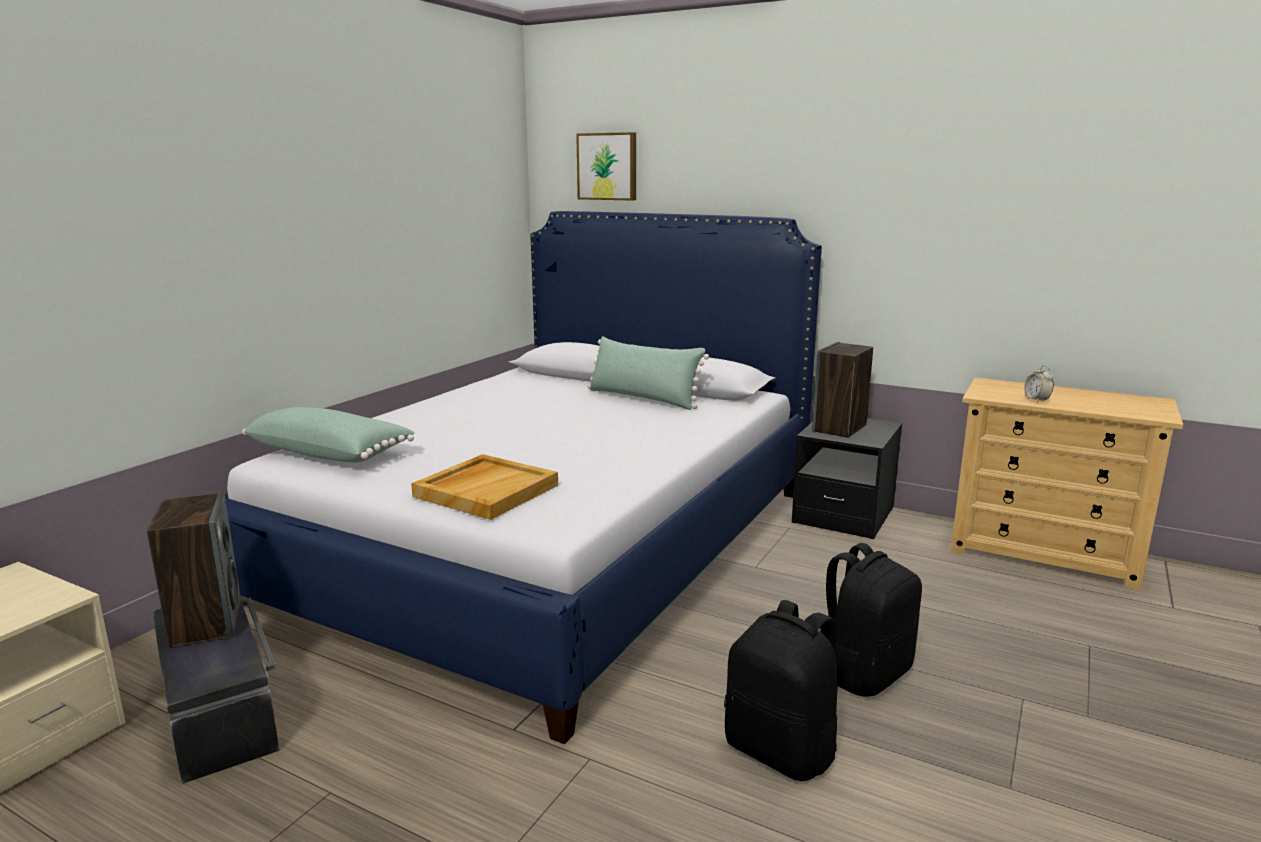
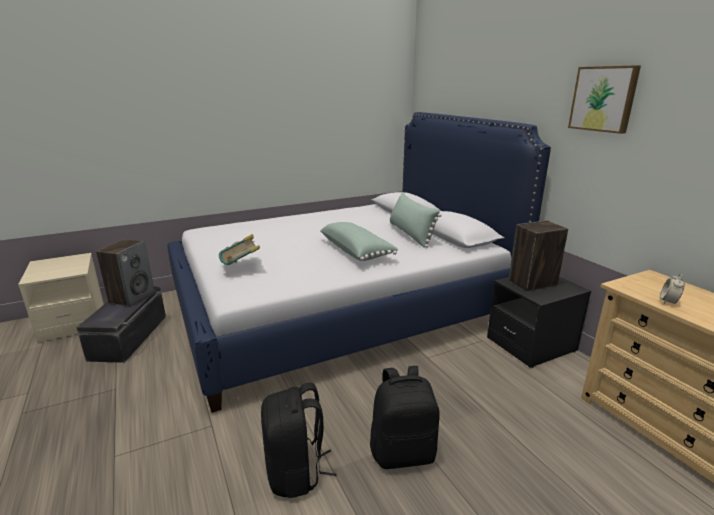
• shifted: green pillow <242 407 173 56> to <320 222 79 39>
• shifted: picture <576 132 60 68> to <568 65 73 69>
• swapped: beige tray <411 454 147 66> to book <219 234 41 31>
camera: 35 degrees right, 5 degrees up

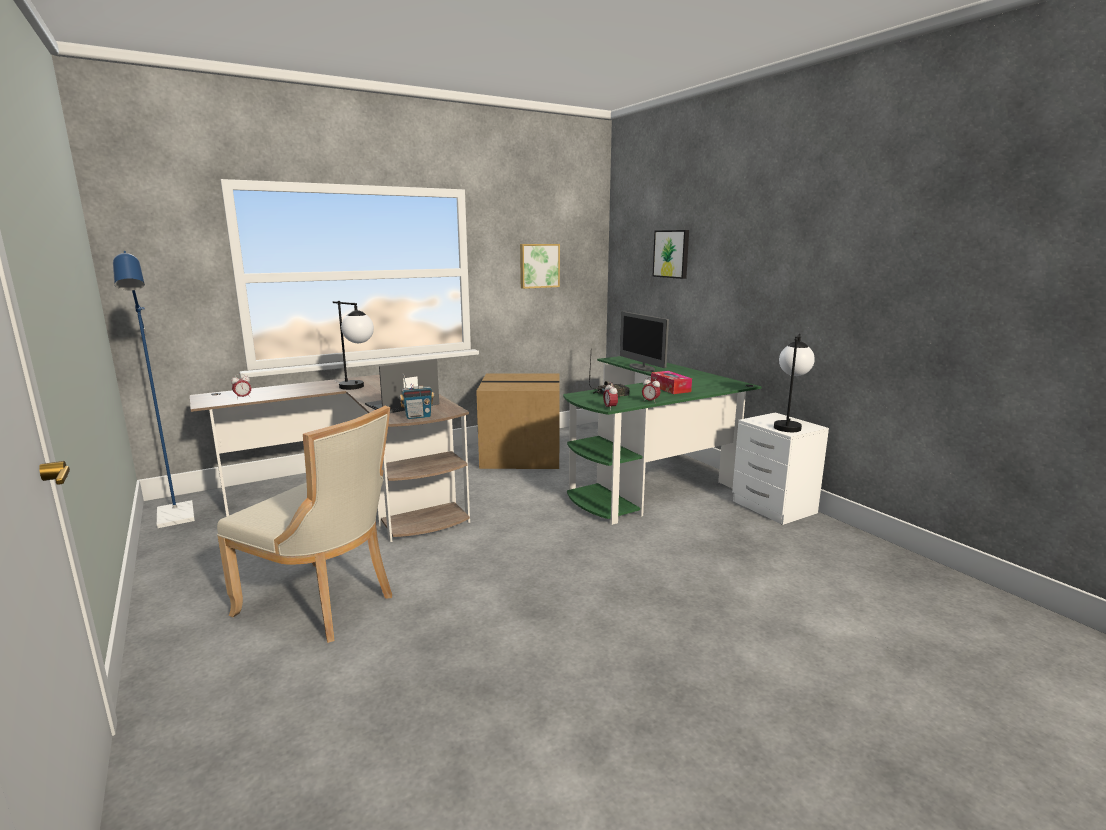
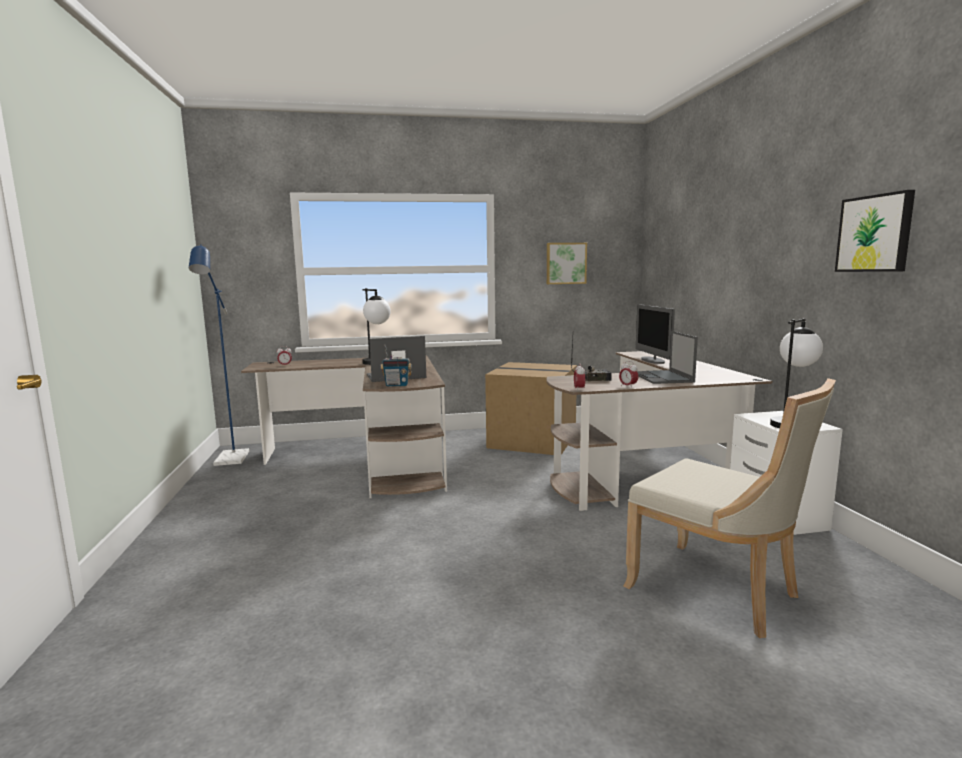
• shifted: beige chair <217 406 175 237> to <623 378 213 260>
• shifted: picture <652 230 37 49> to <835 190 80 82>
• swapped: tissue box <651 371 41 23> to laptop <637 331 61 53>
• repainted: green desk <563 356 199 169> to brown desk <547 351 225 160>
camera: 20 degrees right, 5 degrees down

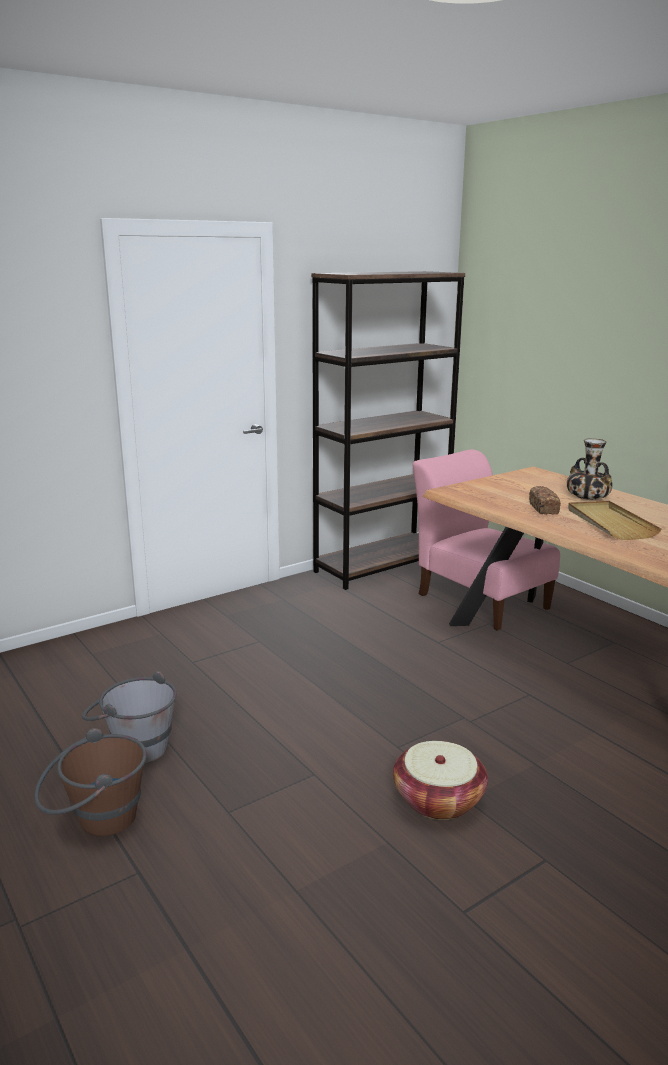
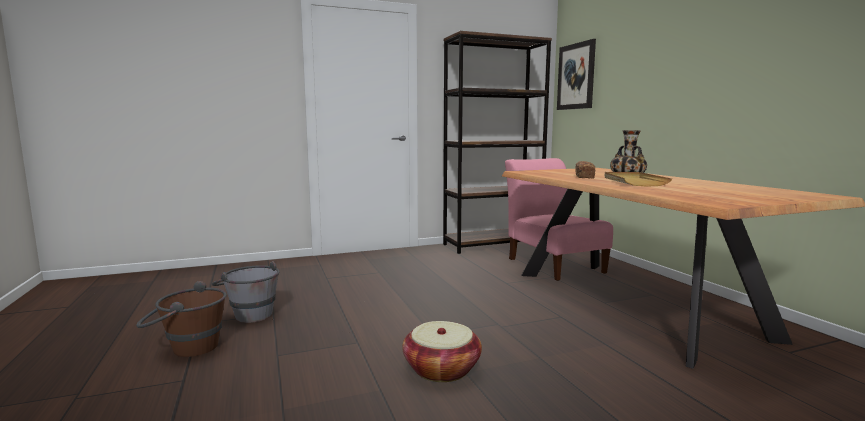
• new: picture <557 39 39 71>
camera: 15 degrees right, 10 degrees down

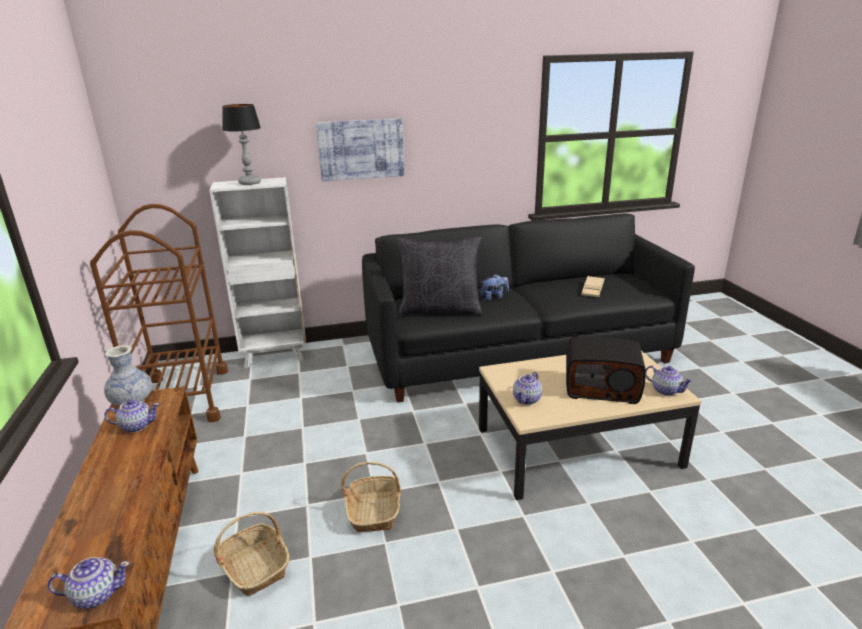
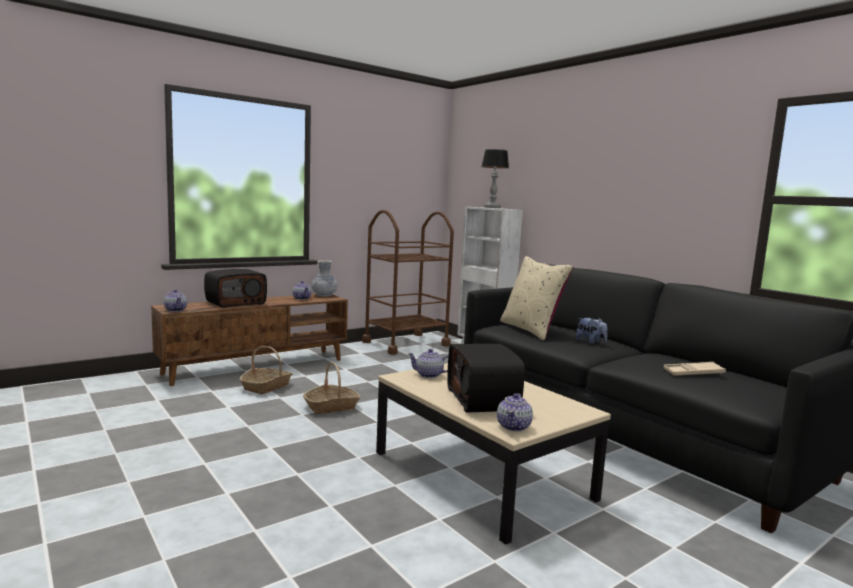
• gone: picture <316 118 88 64>
• new: radio <204 269 63 39>
• repainted: black pillow <398 237 84 78> to beige pillow <500 256 74 84>
camera: 65 degrees right, 15 degrees down

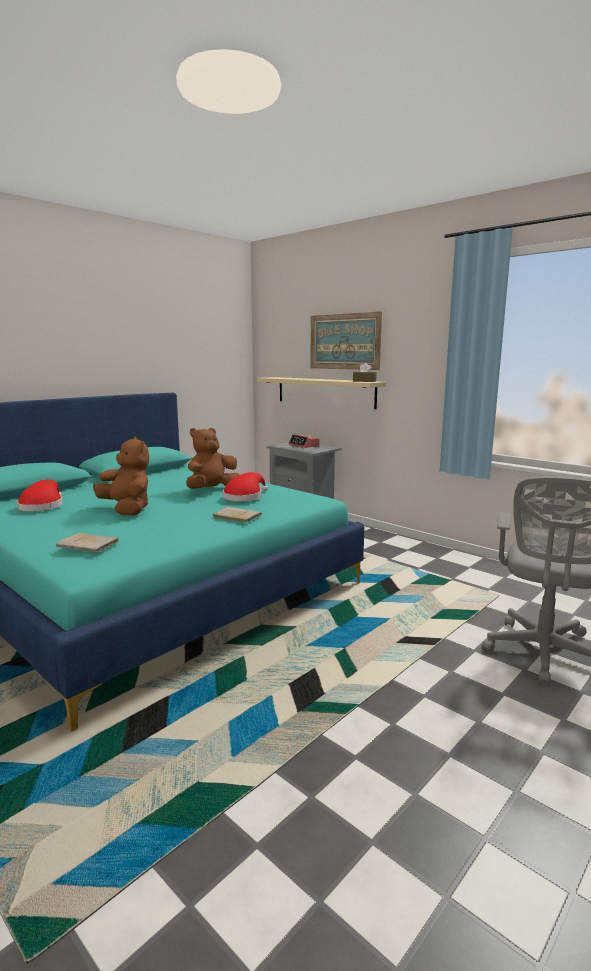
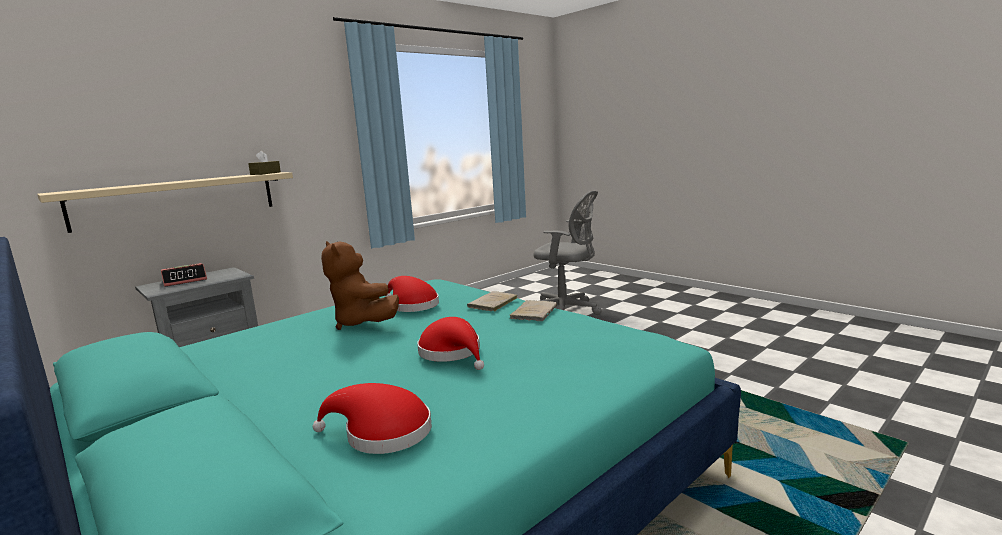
• gone: picture <310 311 72 59>
• shifted: beige book <56 533 64 19> to <509 300 48 21>
• swapped: brown plush toy <93 436 56 80> to red hat <417 317 67 53>
camera: 85 degrees left, 0 degrees up

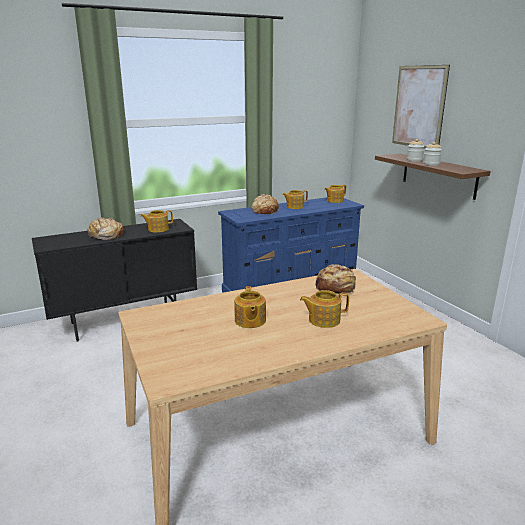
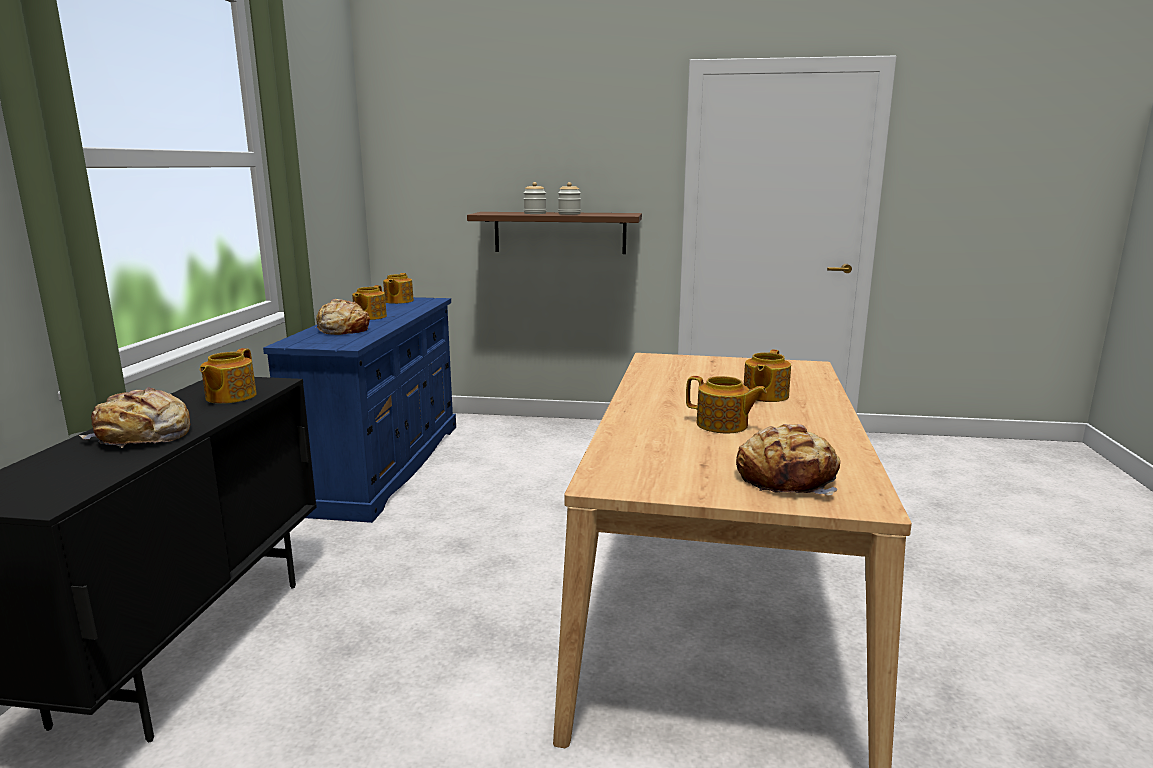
• gone: picture <392 65 58 84>
• shifted: bread <315 264 41 30> to <736 424 104 71>
camera: 55 degrees left, 5 degrees down

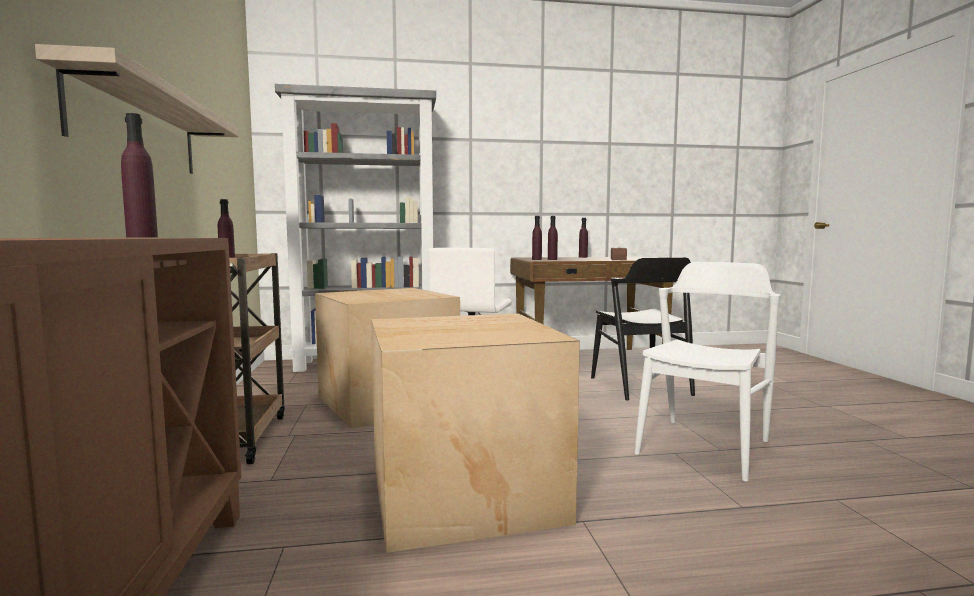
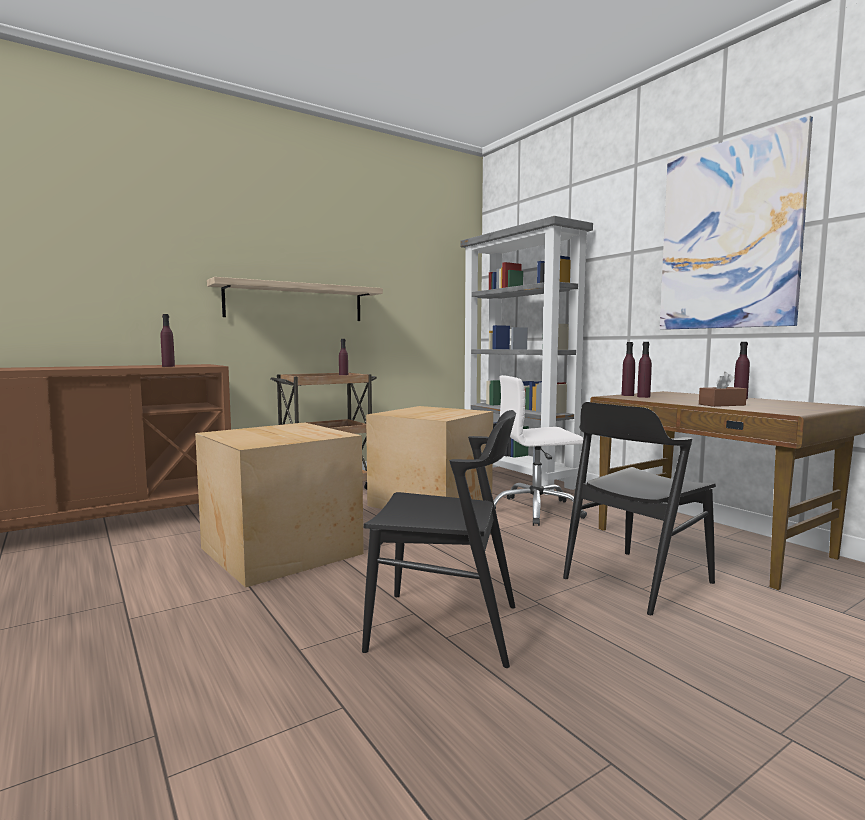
• new: picture <660 115 153 215>
• repainted: white chair <634 262 147 220> to black chair <362 410 154 258>
camera: 65 degrees right, 0 degrees up

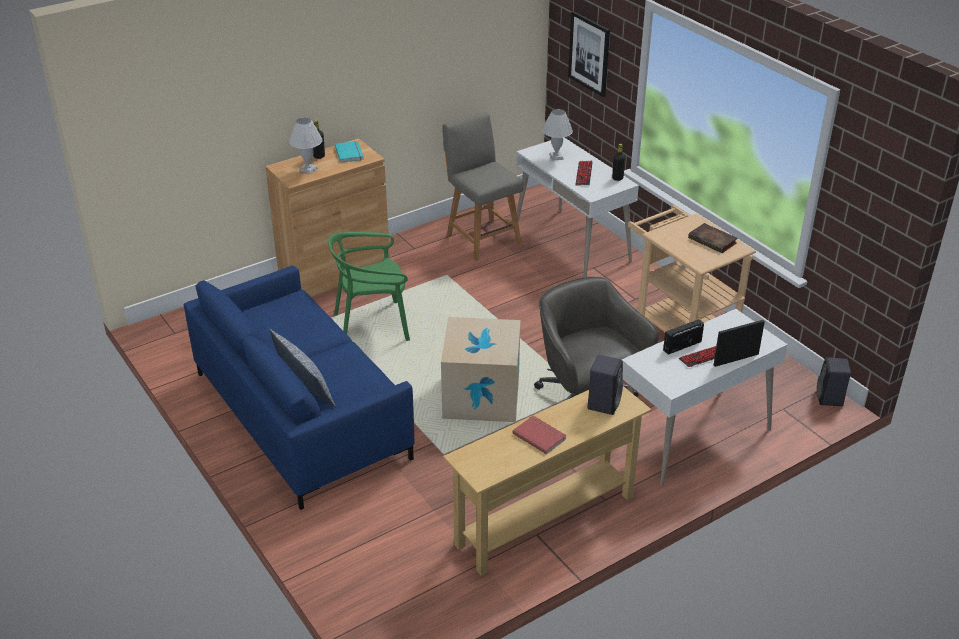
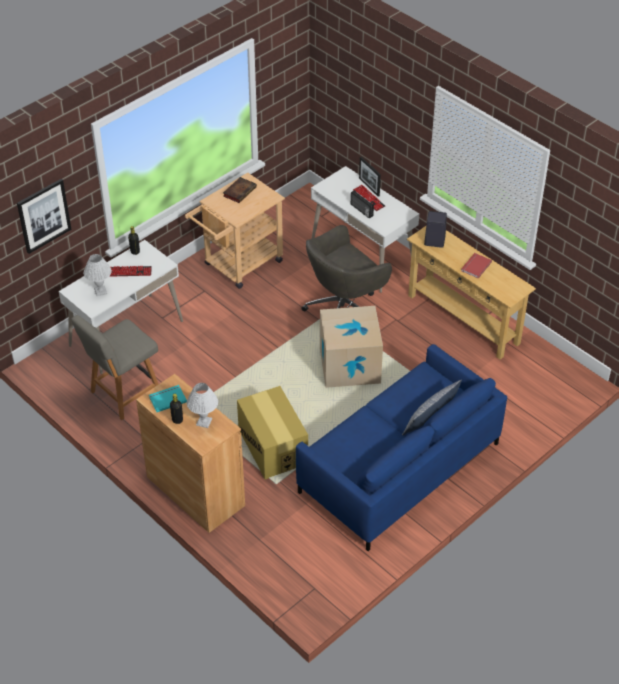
• gone: black speaker <817 357 34 49>
• swapped: green chair <328 232 82 109> to cardboard box <237 386 71 93>
camera: 100 degrees left, 10 degrees up

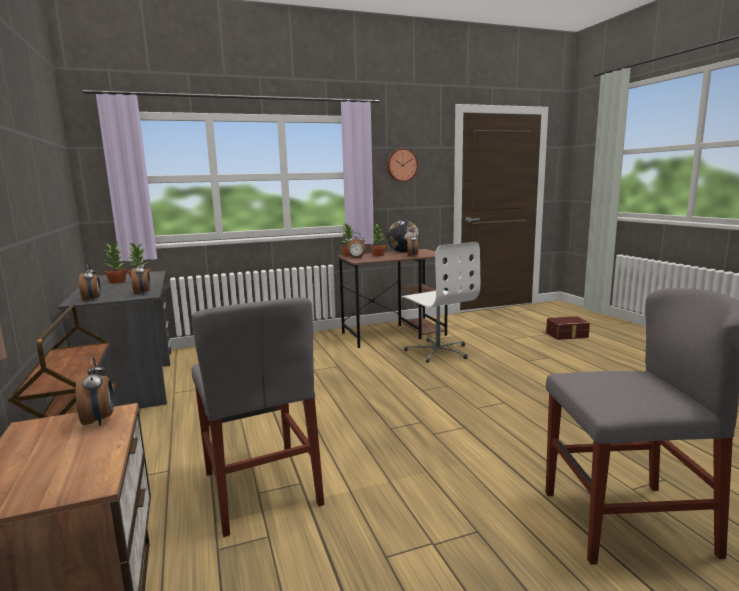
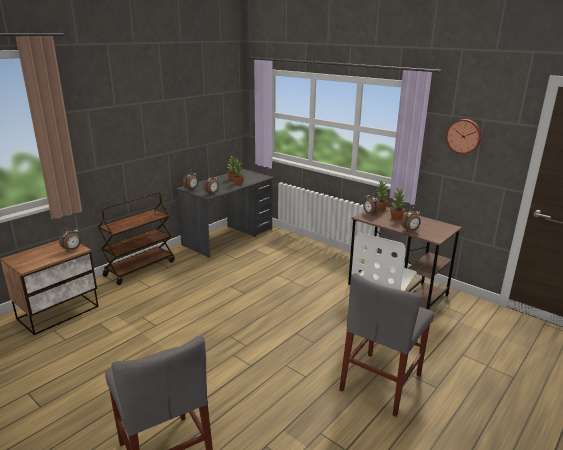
• gone: globe <387 220 32 32>
• gone: brown storage box <546 316 44 24>
• shifted: grey chair <192 297 132 240> to <339 273 95 144>
camera: 60 degrees right, 10 degrees up

